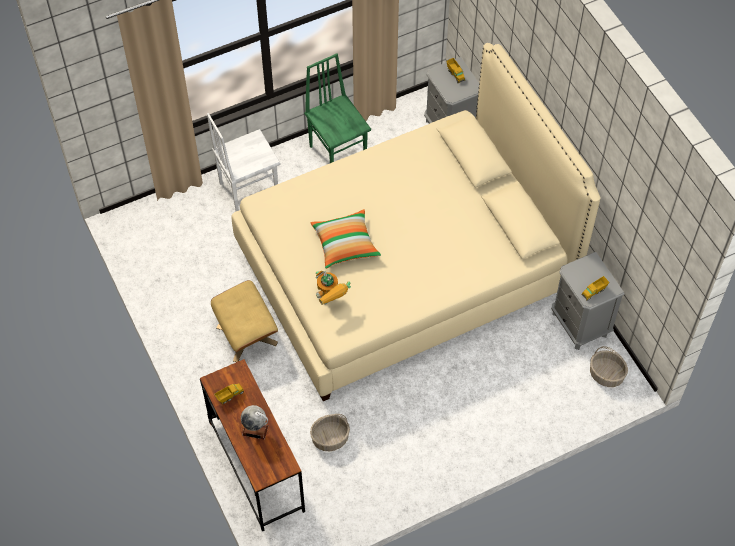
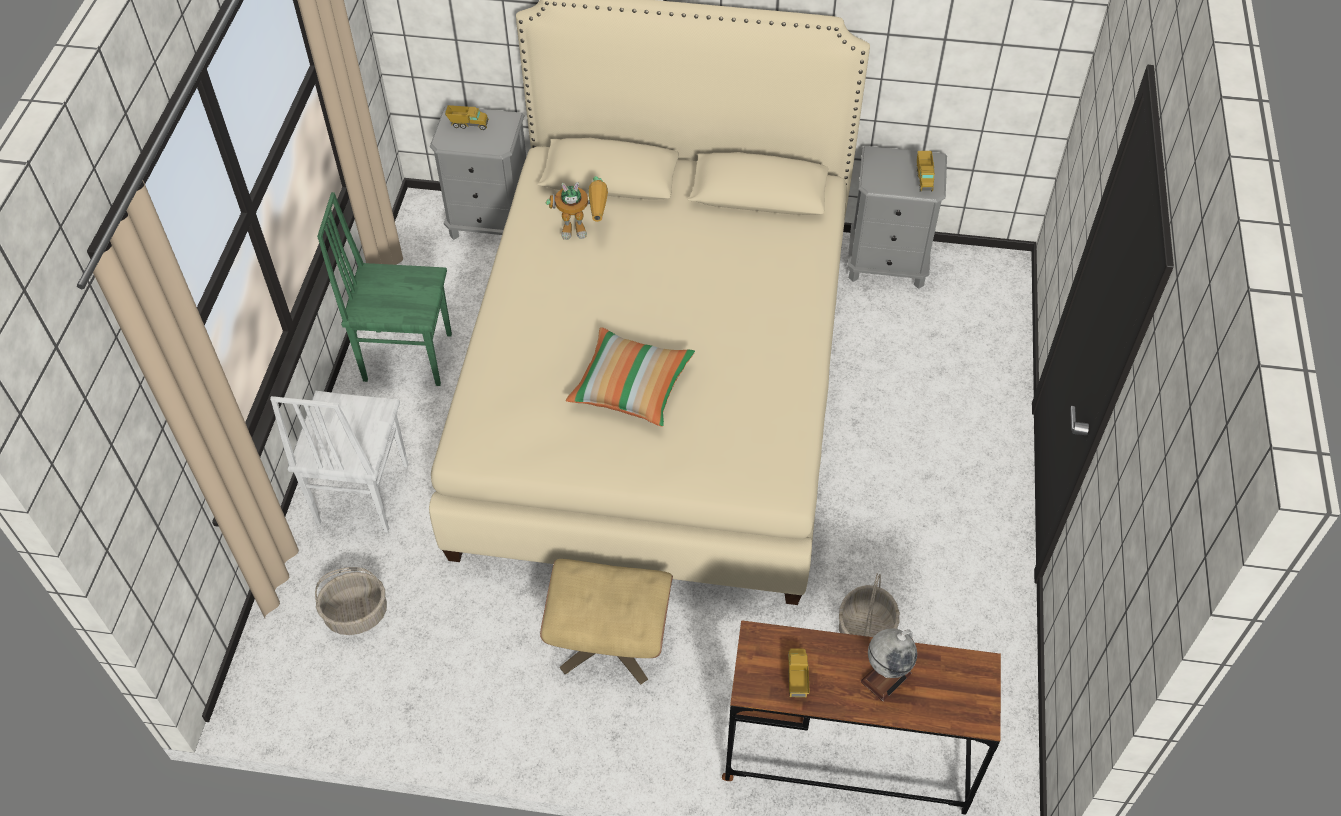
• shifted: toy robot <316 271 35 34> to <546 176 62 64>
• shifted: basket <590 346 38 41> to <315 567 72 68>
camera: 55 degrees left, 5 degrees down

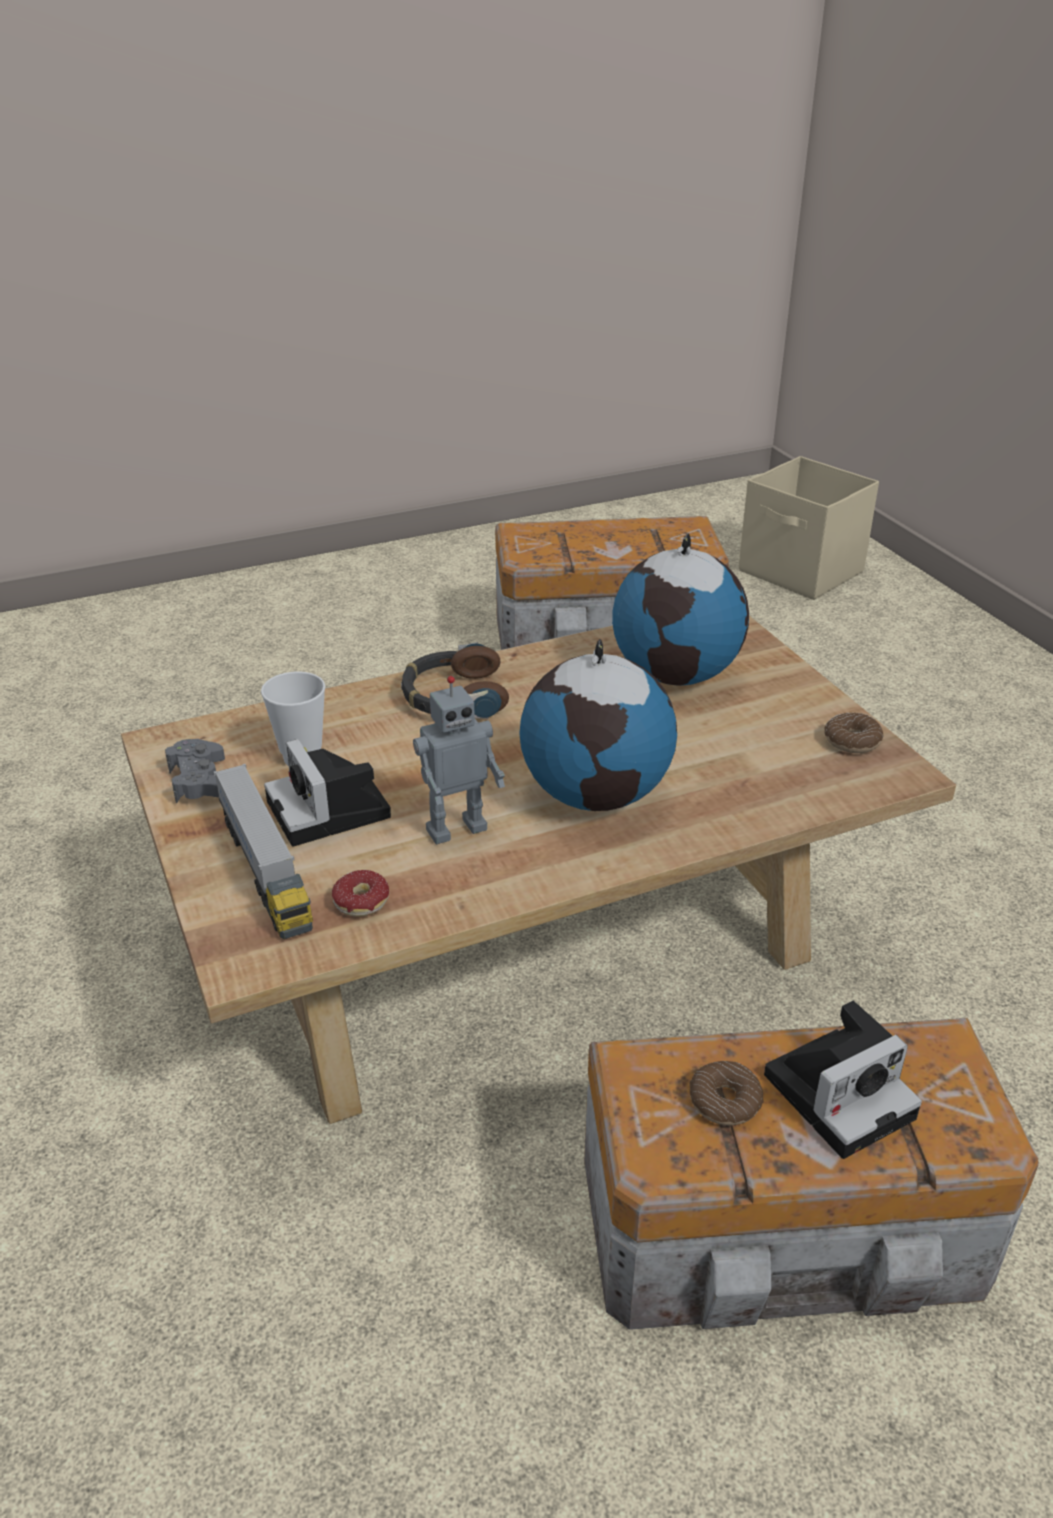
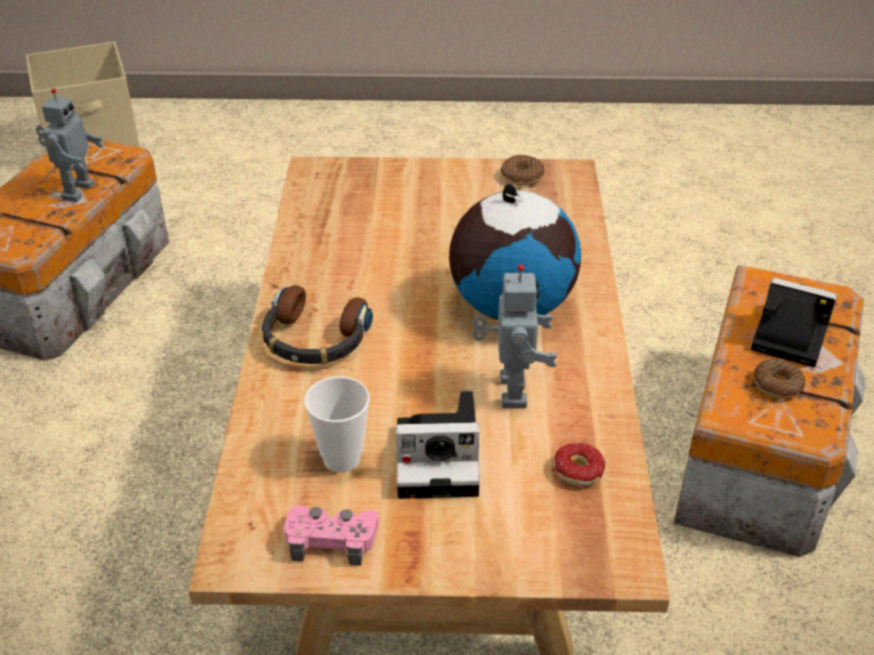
• gone: toy truck <213 764 100 175>
• gone: globe <612 534 137 152>
• new: toy robot <36 89 68 113>
• repainted: grey game controller <165 739 60 65> to pink game controller <284 505 95 61>
• rotated: photo camera <764 1001 158 158> = <751 278 86 90> 60 degrees counterclockwise
camera: 65 degrees left, 5 degrees up

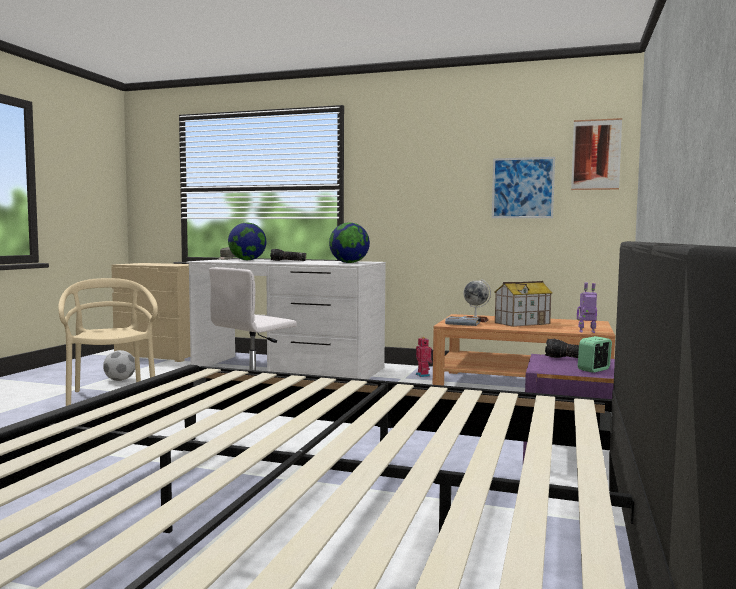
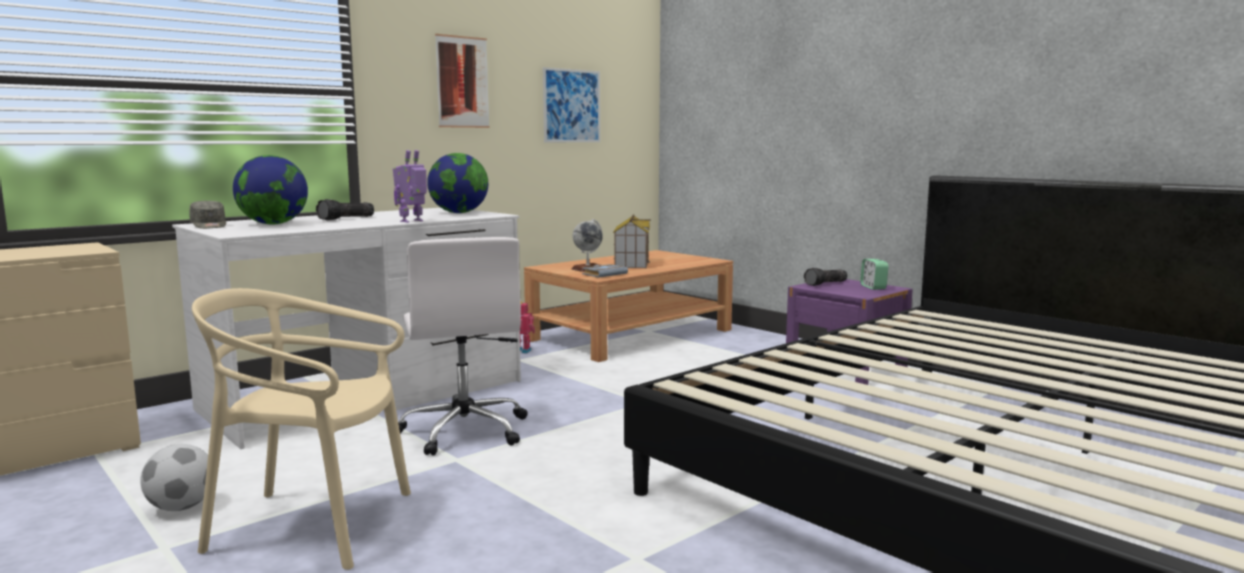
• shifted: picture <571 118 51 72> to <435 34 55 94>
• shifted: toy robot <577 282 20 51> to <393 150 34 73>
camera: 60 degrees left, 5 degrees up

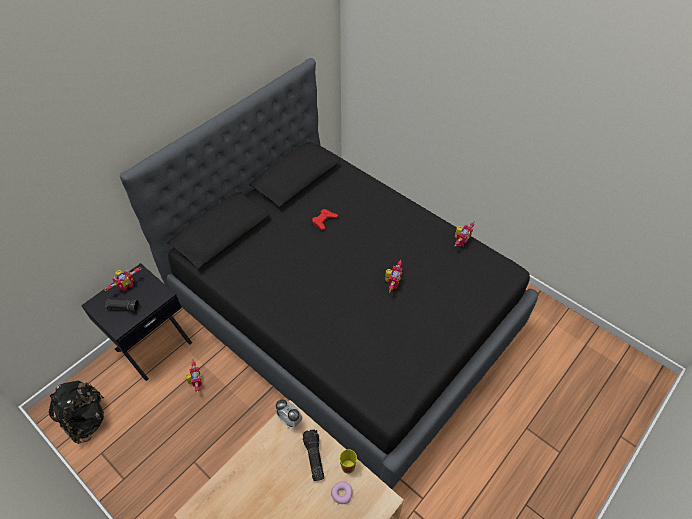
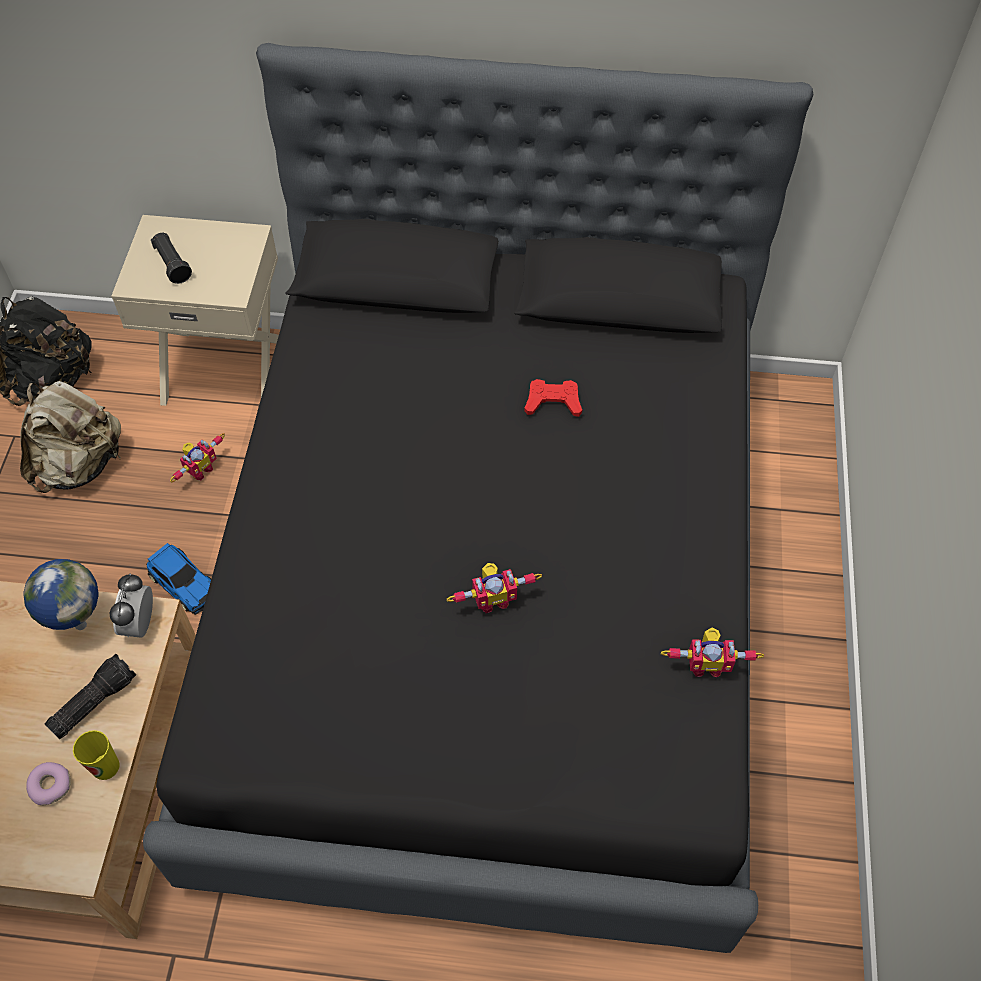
• gone: toy robot <105 267 36 24>
• new: beige backpack <20 381 101 112>
• new: globe <23 559 76 71>
• new: toy car <146 543 65 72>
• repainted: black nightstand <81 263 111 118> to beige nightstand <111 215 168 191>
camera: 55 degrees right, 5 degrees up

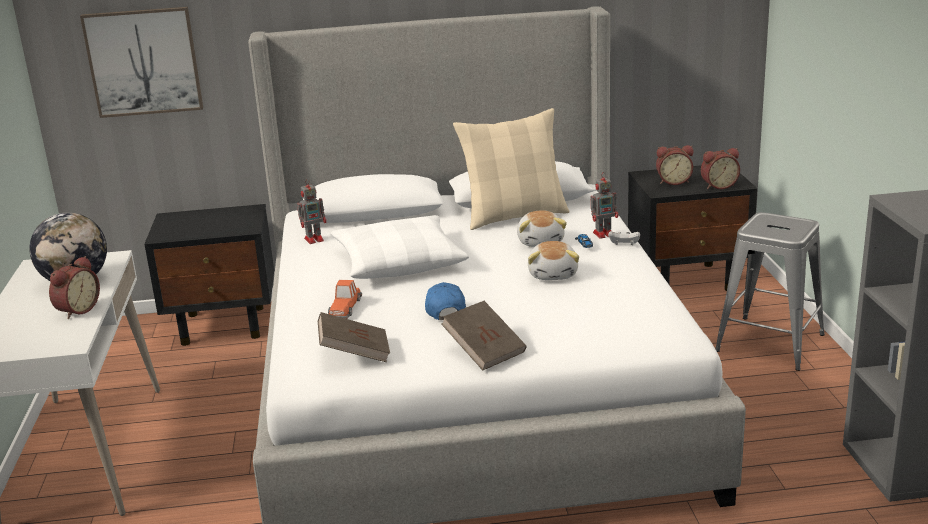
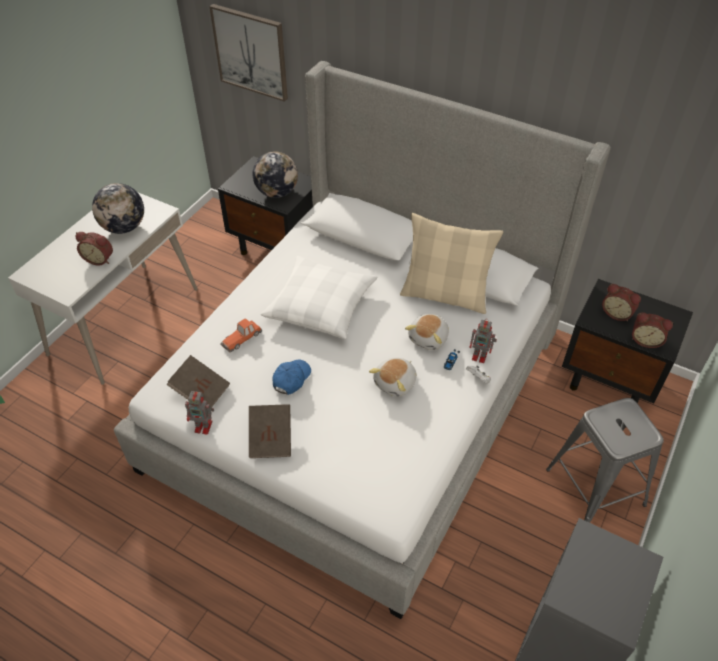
• new: globe <253 152 45 46>
• shifted: toy robot <297 179 29 65> to <185 391 29 44>
• rotated: alarm clock <49 256 51 63> = <76 232 37 34> 45 degrees clockwise
camera: 35 degrees right, 25 degrees up

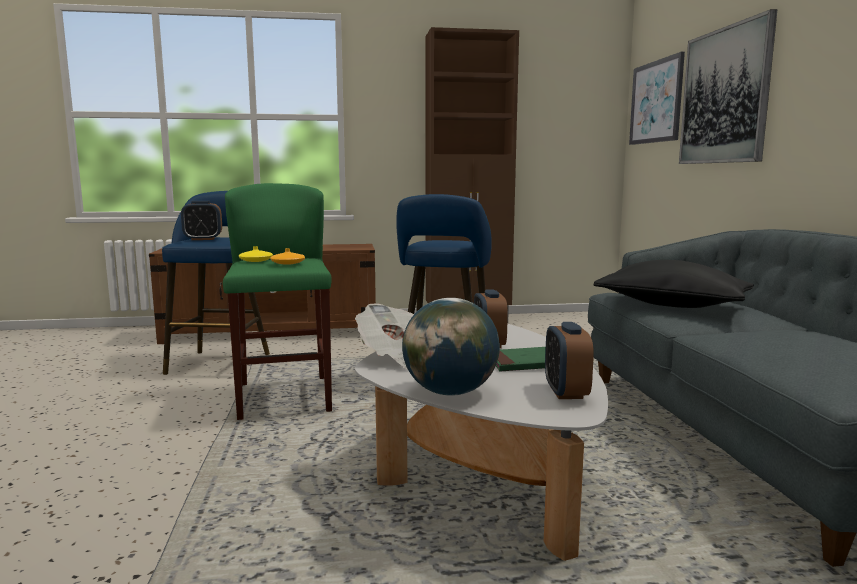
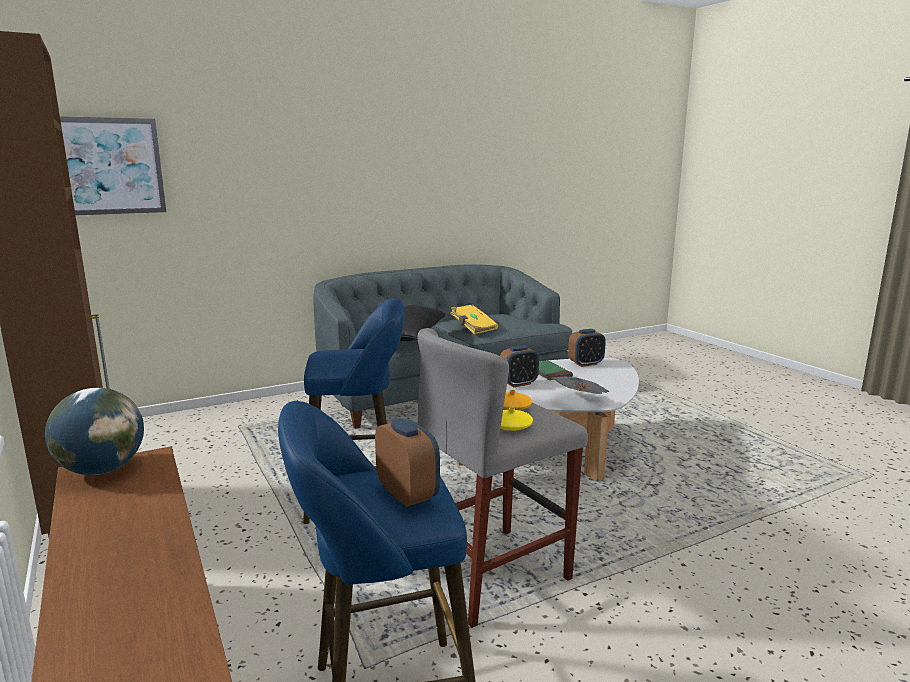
• gone: picture <679 9 99 155>
• new: yellow book <450 304 48 30>
• shifted: globe <402 298 98 98> to <45 388 99 87>
• repainted: green stool <223 183 109 237> to grey stool <418 328 170 300>
camera: 110 degrees left, 5 degrees up

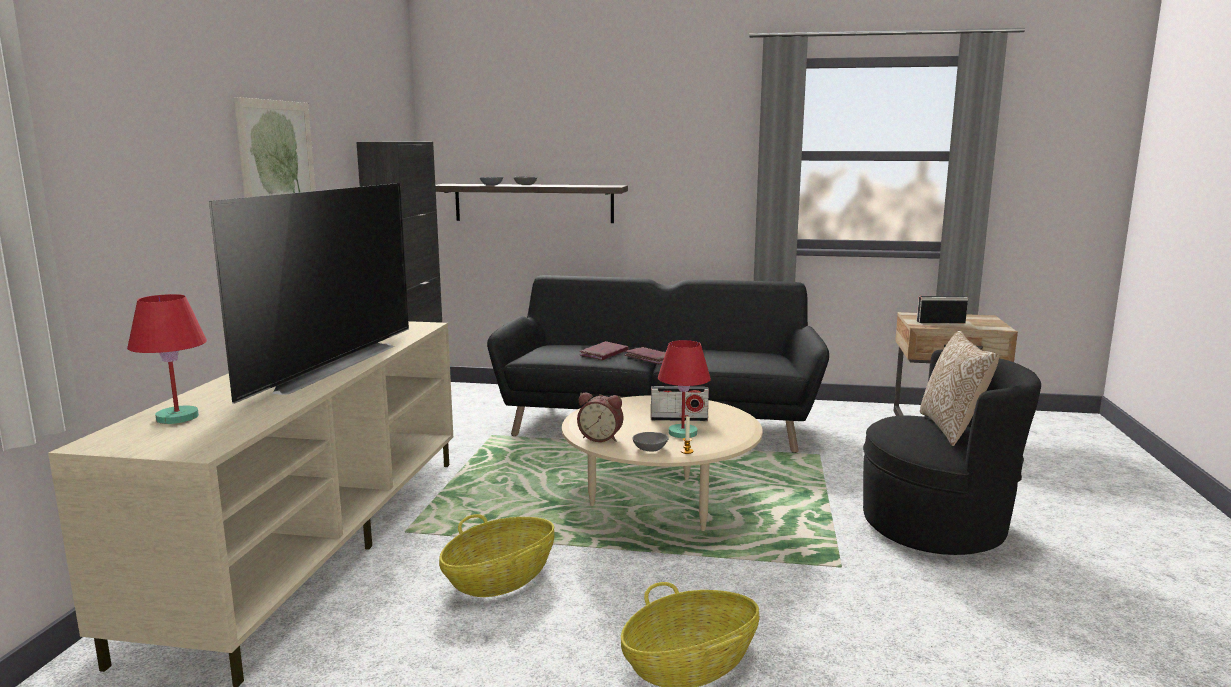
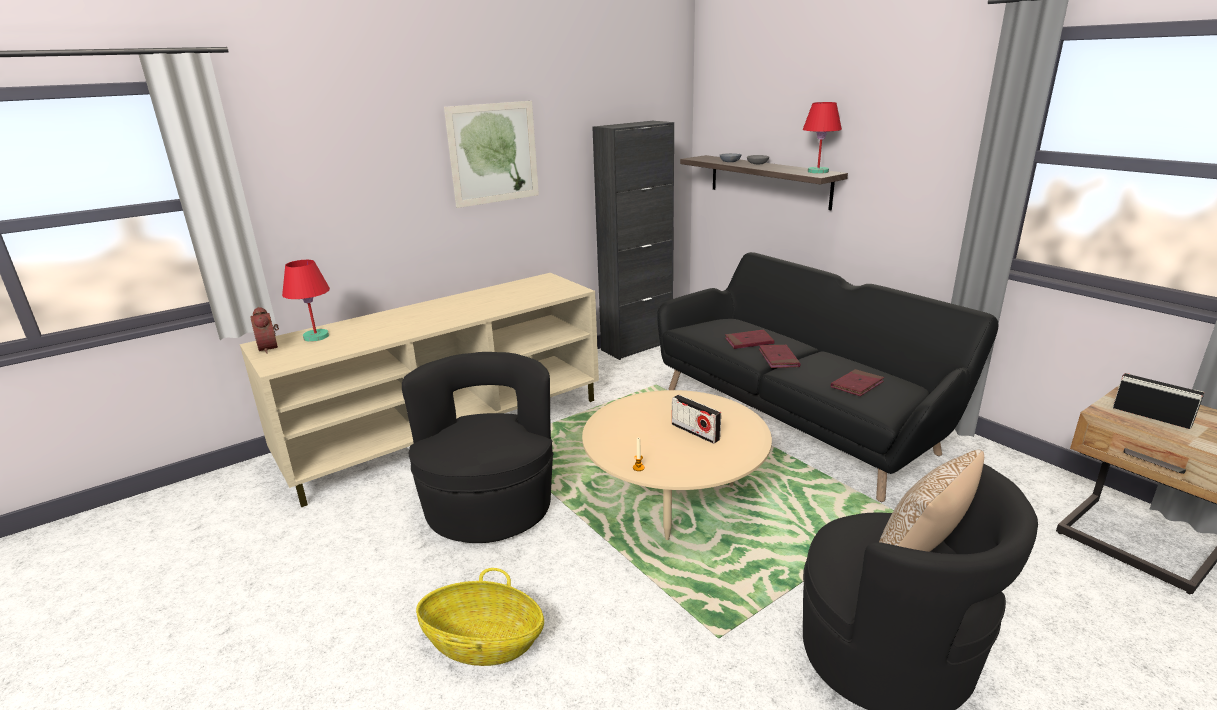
• gone: television <209 183 200 221>
• gone: grey bowl <633 432 36 19>
• new: red book <831 369 53 27>
• shifted: alarm clock <577 393 46 49> to <250 307 29 47>
• shifted: red table lamp <658 340 53 98> to <803 102 39 72>
• swapped: basket <439 514 115 83> to black armchair <402 352 152 191>
camera: 45 degrees right, 10 degrees up

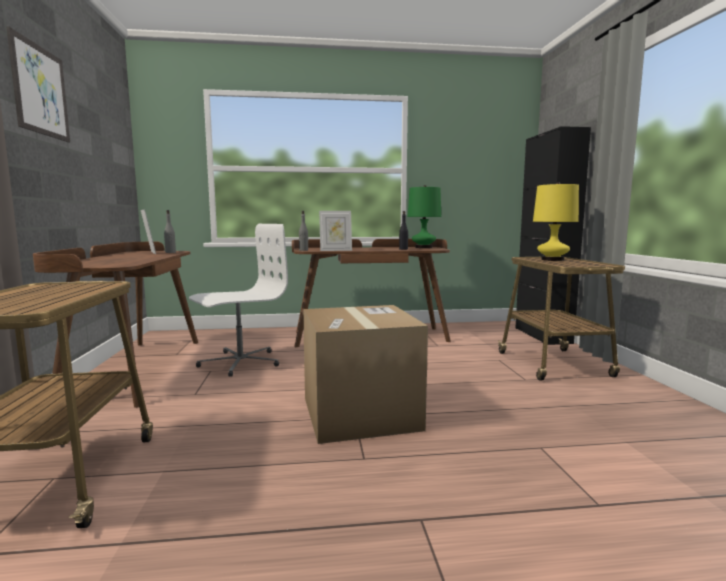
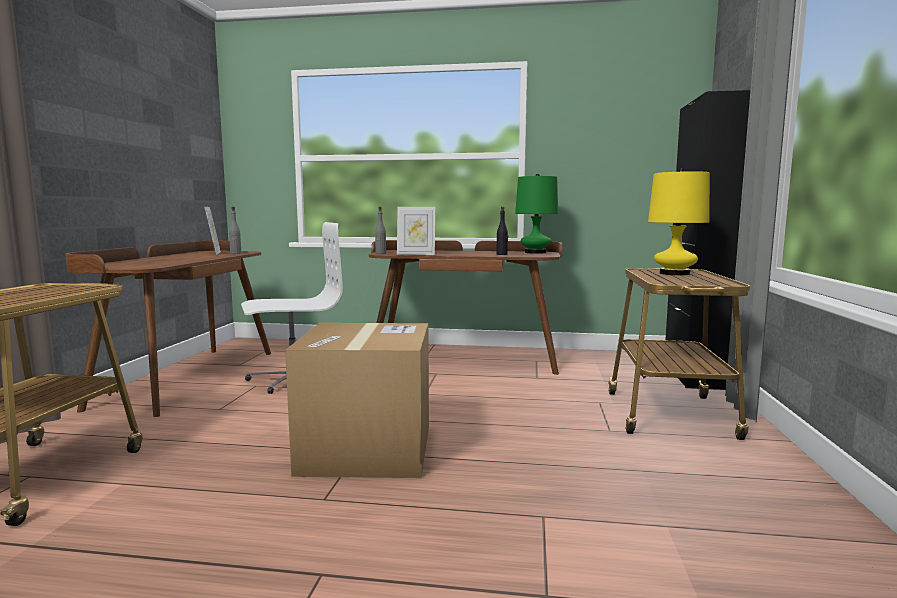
• gone: picture <6 26 64 116>
camera: 15 degrees right, 0 degrees up

